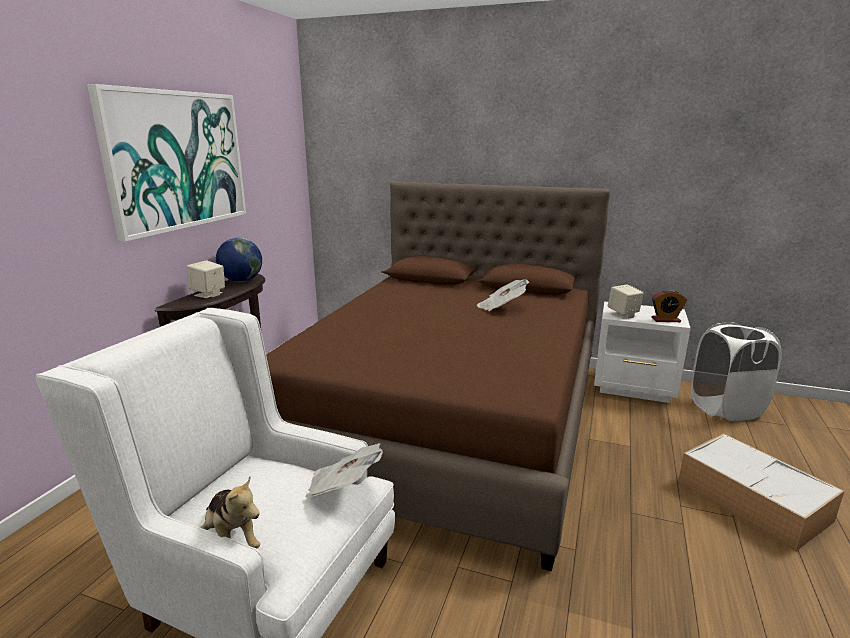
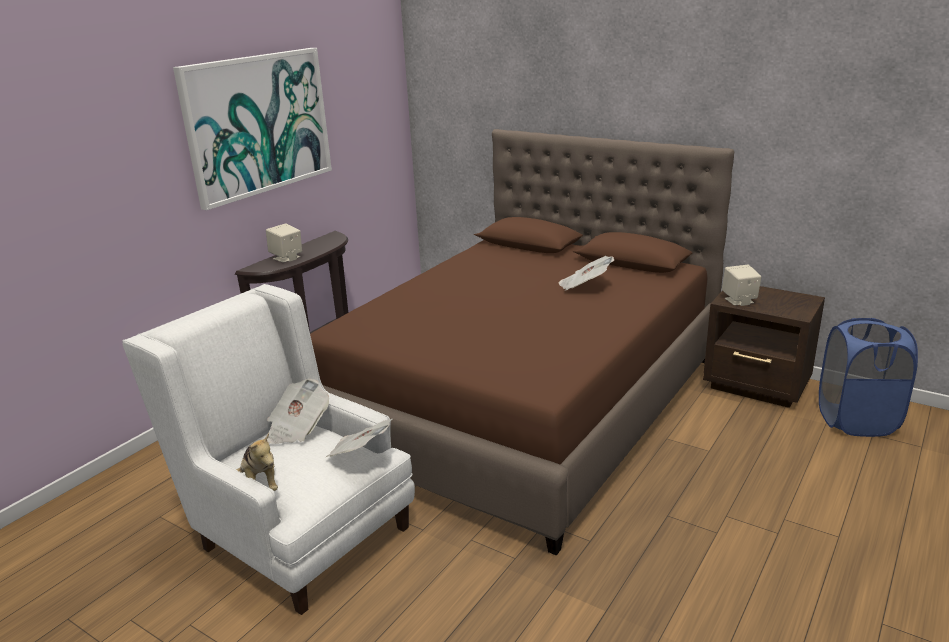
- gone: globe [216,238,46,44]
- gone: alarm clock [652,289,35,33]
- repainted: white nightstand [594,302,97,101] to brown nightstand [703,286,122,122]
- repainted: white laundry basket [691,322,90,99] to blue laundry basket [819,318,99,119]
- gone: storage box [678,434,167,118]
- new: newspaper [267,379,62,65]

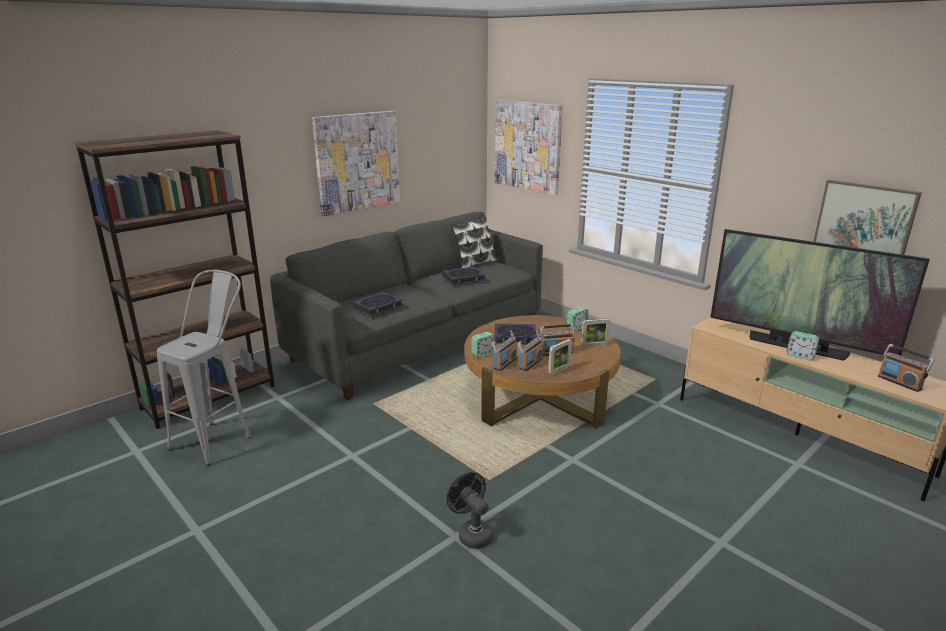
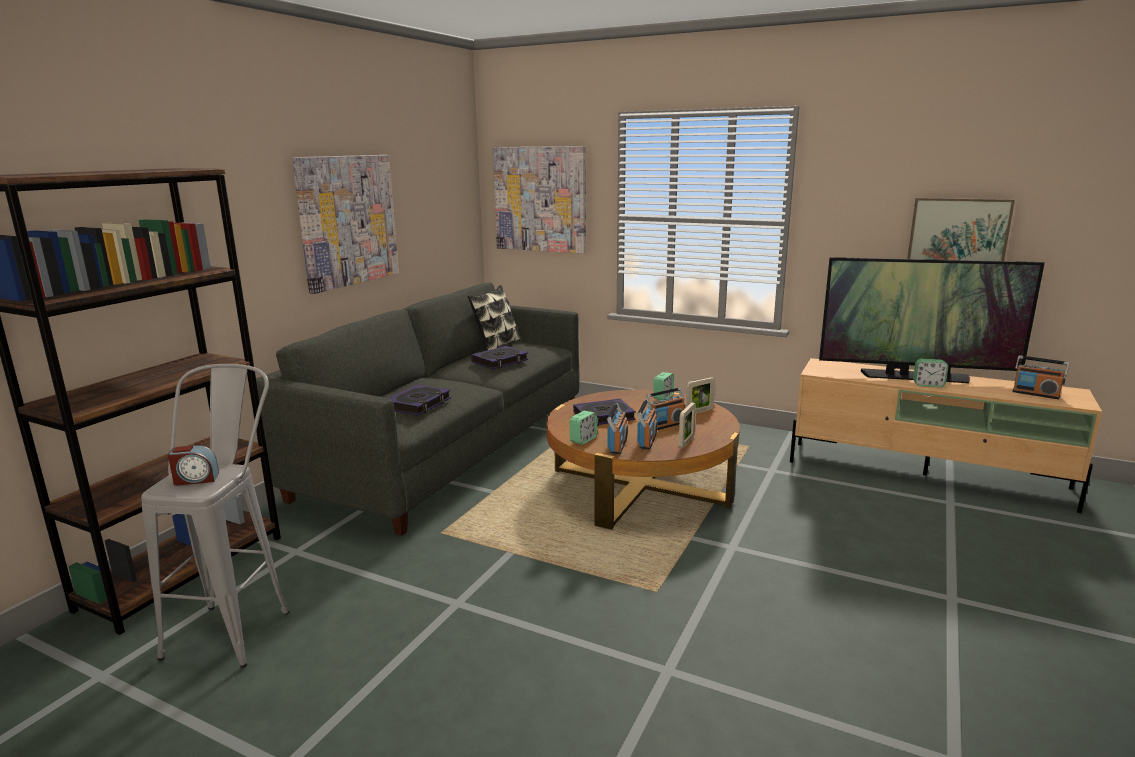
- gone: black fan [447,472,46,77]
- new: alarm clock [168,445,51,40]

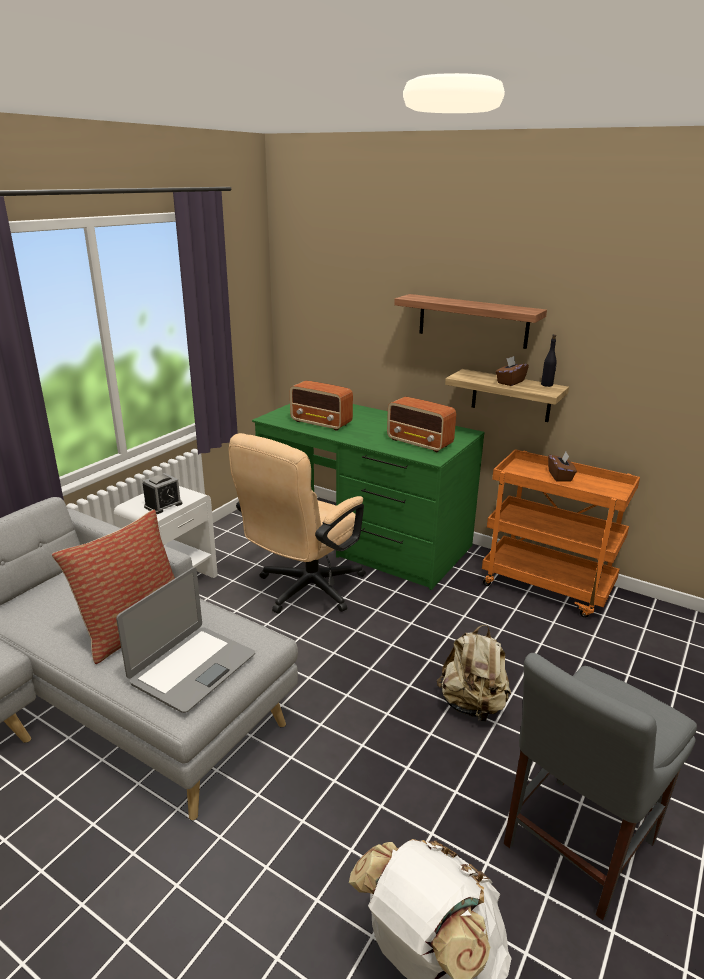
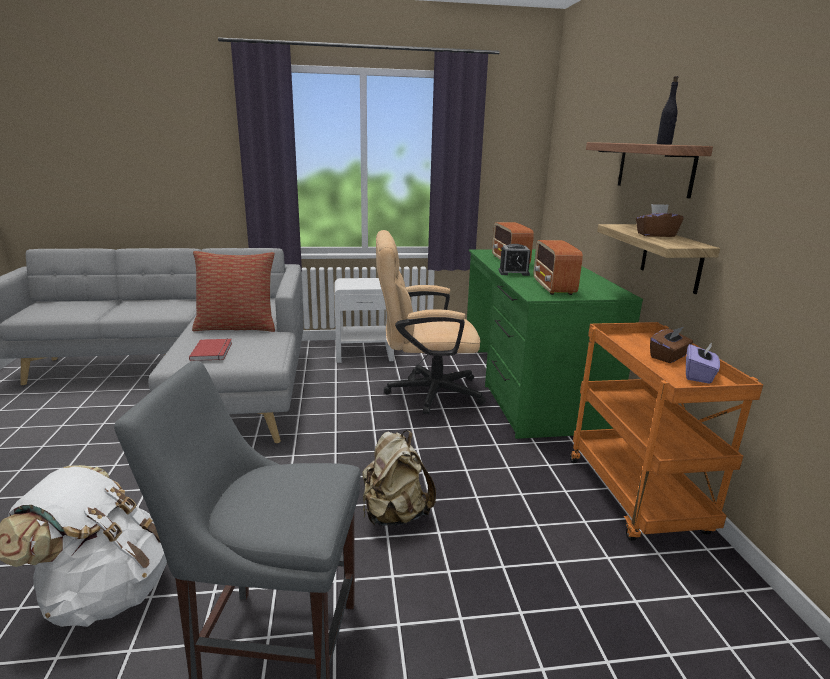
- shifted: black bottle [541,334,16,53] to [657,76,21,69]
- shifted: alarm clock [143,473,39,41] to [499,244,31,32]
- swapped: laptop [116,567,139,146] to red book [189,339,43,22]
- new: purple tissue box [686,342,34,42]

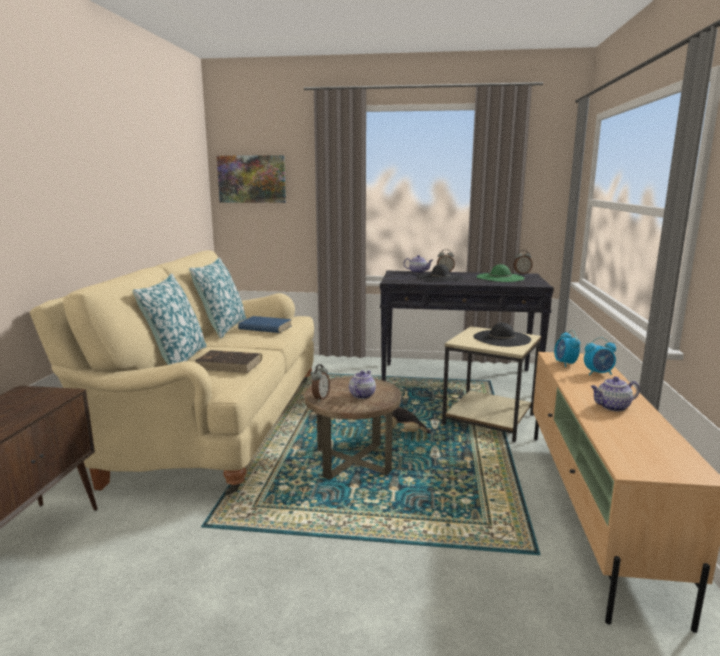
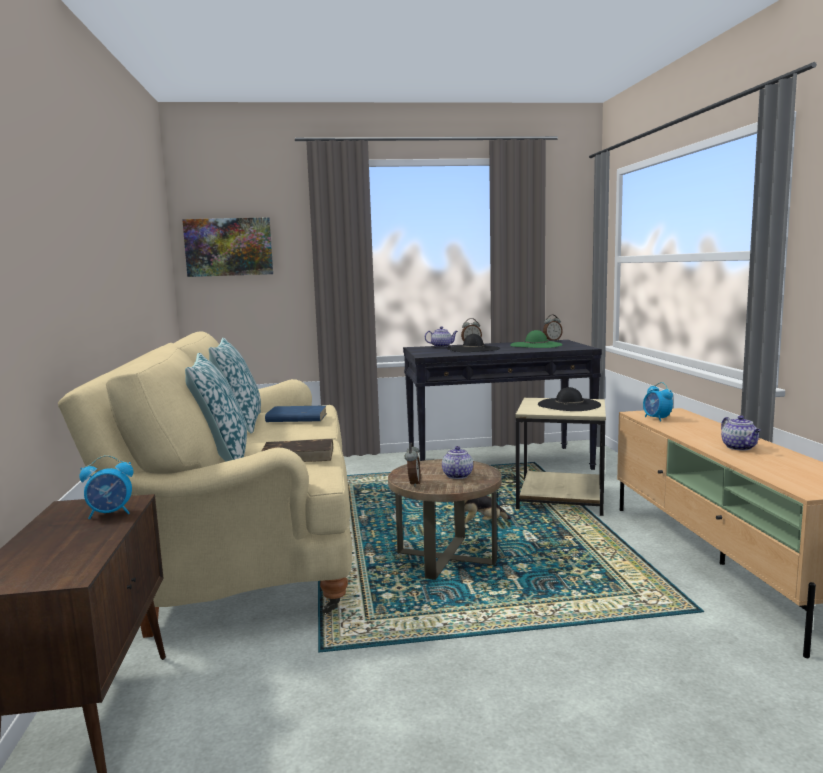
- shifted: alarm clock [584,337,32,39] to [79,455,54,64]
- rotated: teapot [591,377,49,35] = [721,415,40,36] 75 degrees counterclockwise

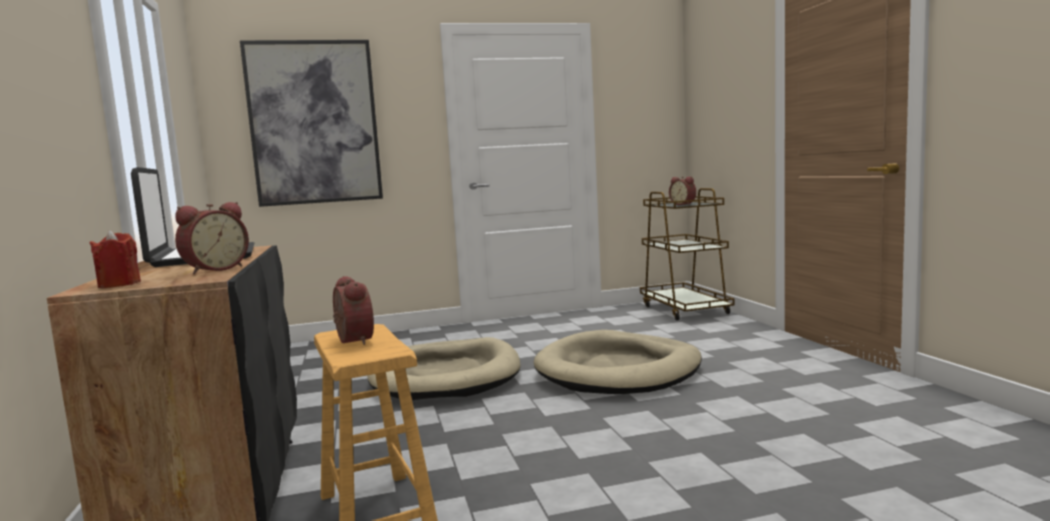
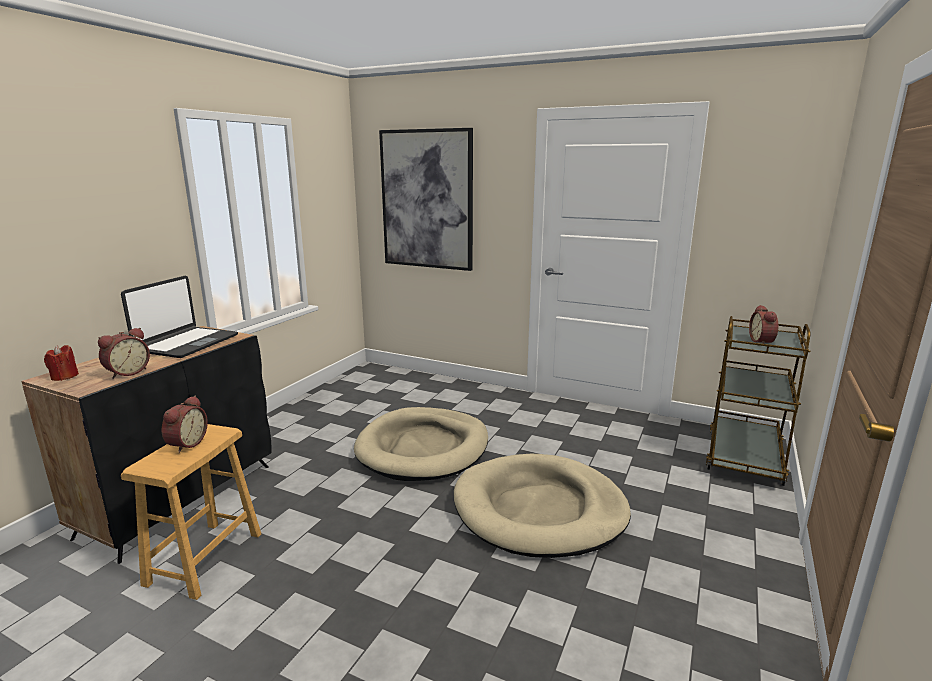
- rotated: alarm clock [175,202,74,72] = [98,328,52,51] 45 degrees counterclockwise

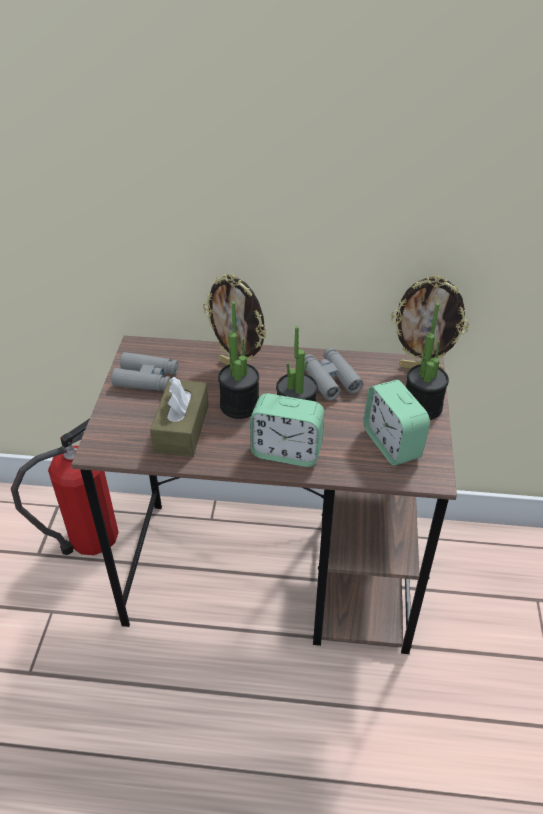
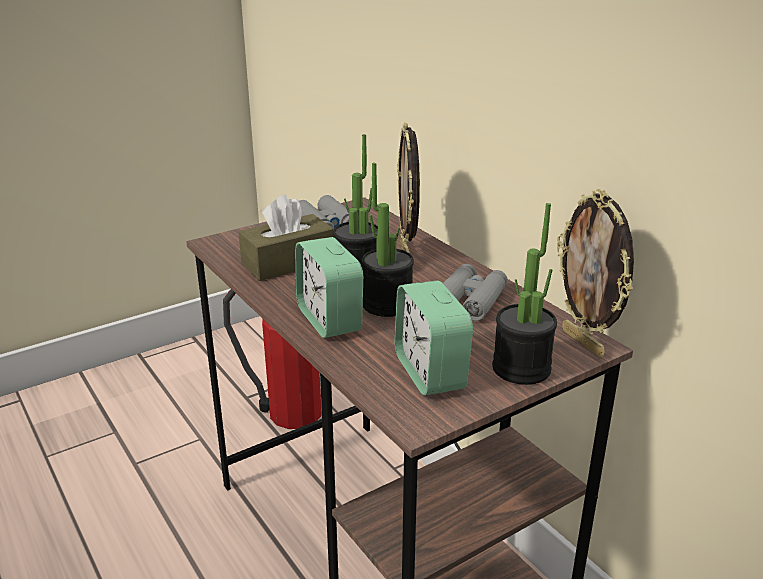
- rotated: alarm clock [363,380,67,86] = [394,281,79,114] 45 degrees counterclockwise

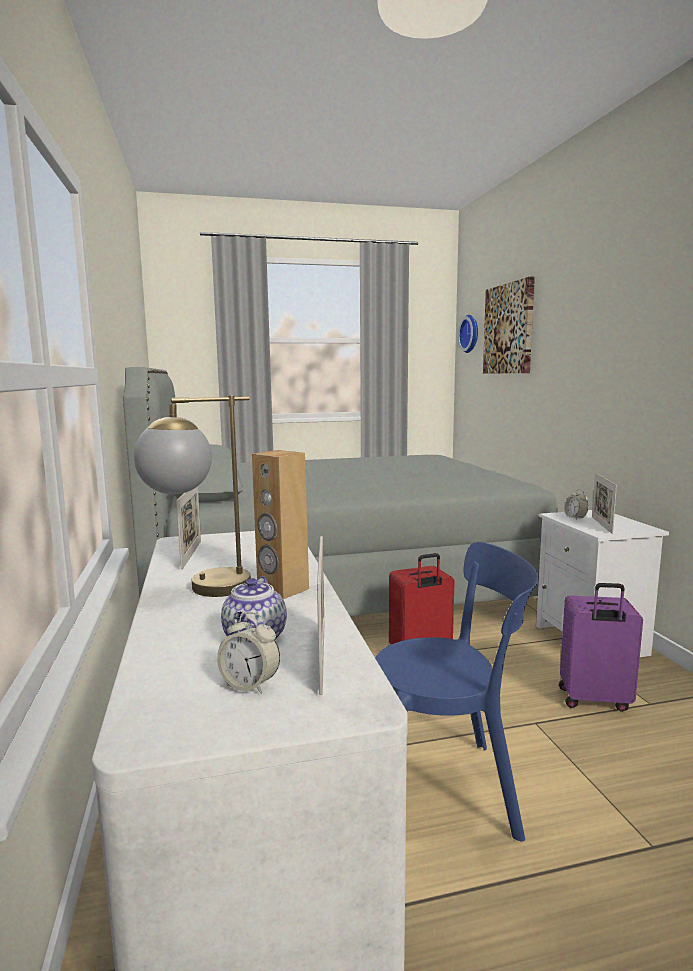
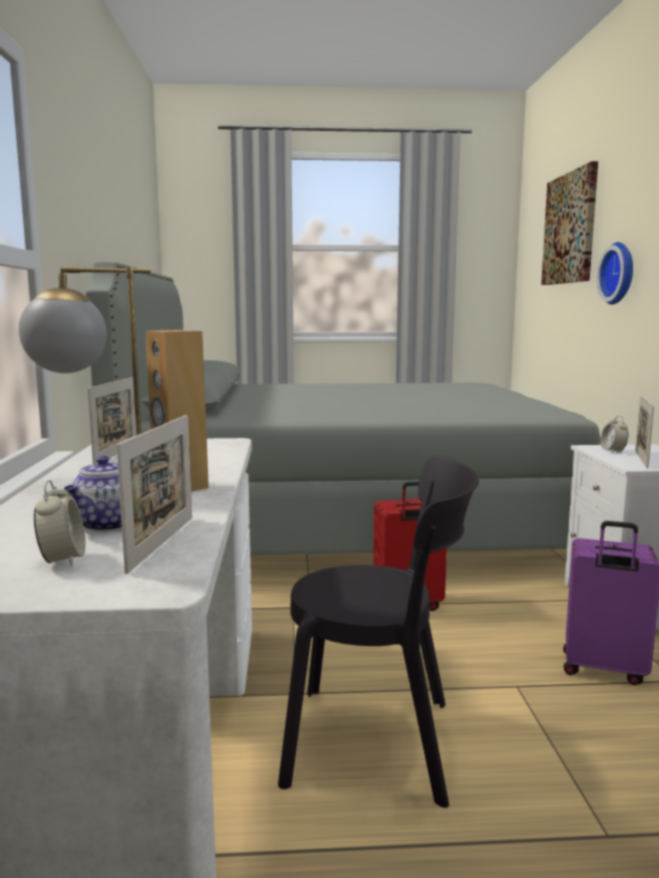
- shifted: wall clock [458,315,20,38] to [597,242,36,63]
- repainted: blue chair [375,542,164,300] to black chair [278,455,201,353]
- rotated: alarm clock [217,612,63,82] = [34,480,52,87] 135 degrees counterclockwise

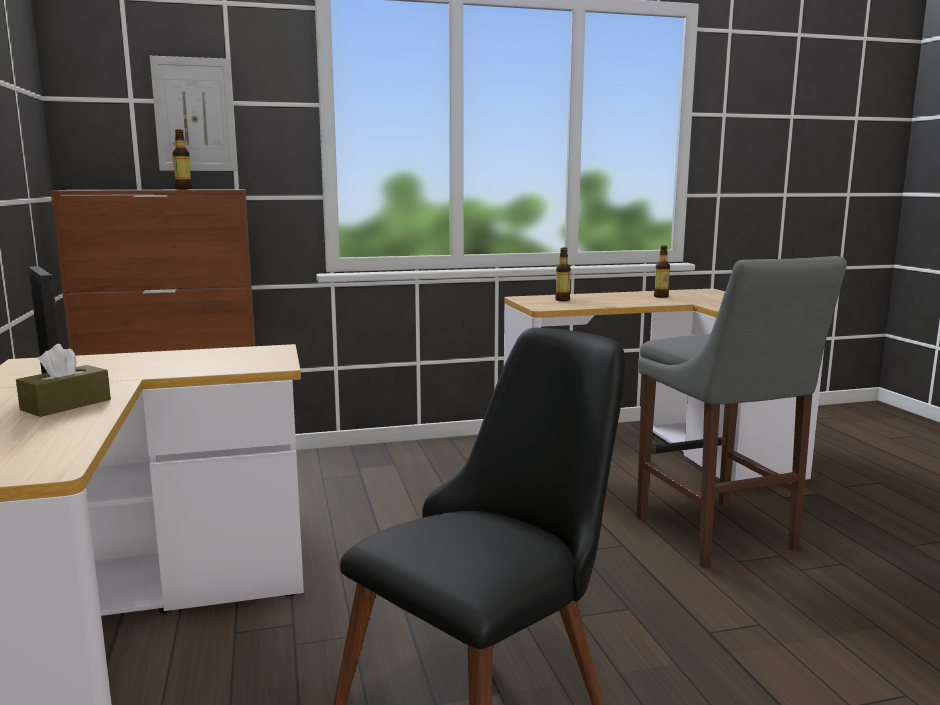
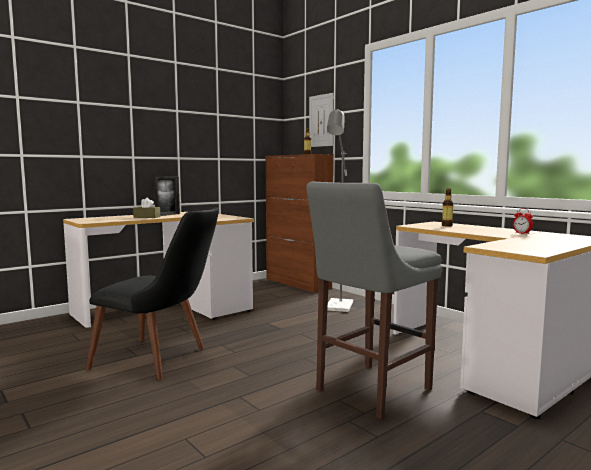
- swapped: bottle [654,245,16,53] to alarm clock [513,208,20,26]
- new: grey floor lamp [327,109,26,203]

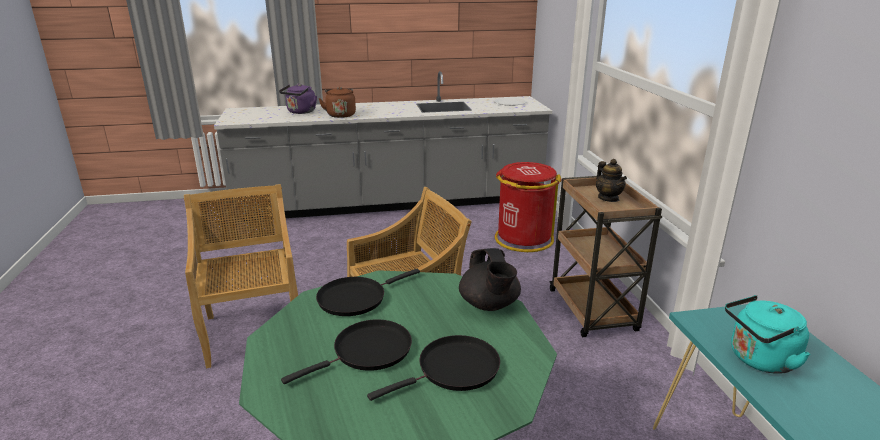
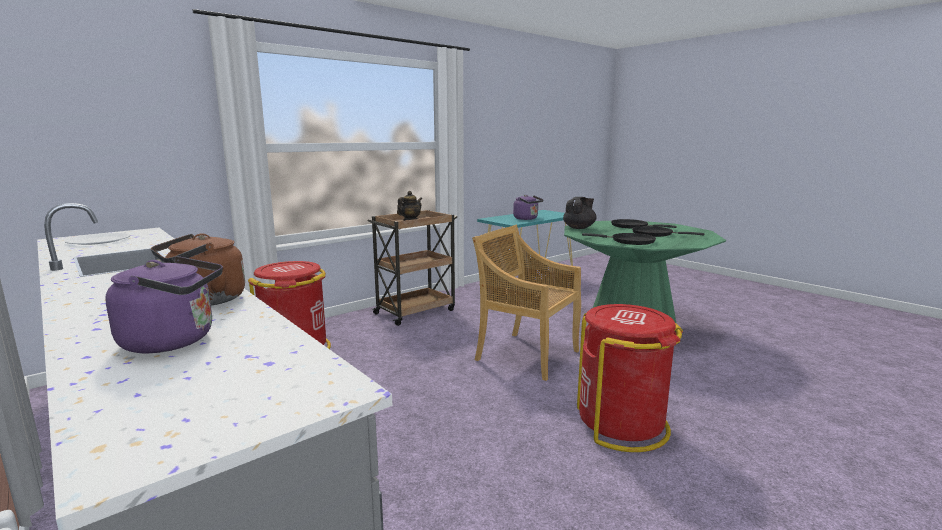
- swapped: beige chair [184,184,114,184] to red trash can [577,304,106,148]
- repainted: turquoise kettle [725,295,85,79] to purple kettle [513,195,30,25]

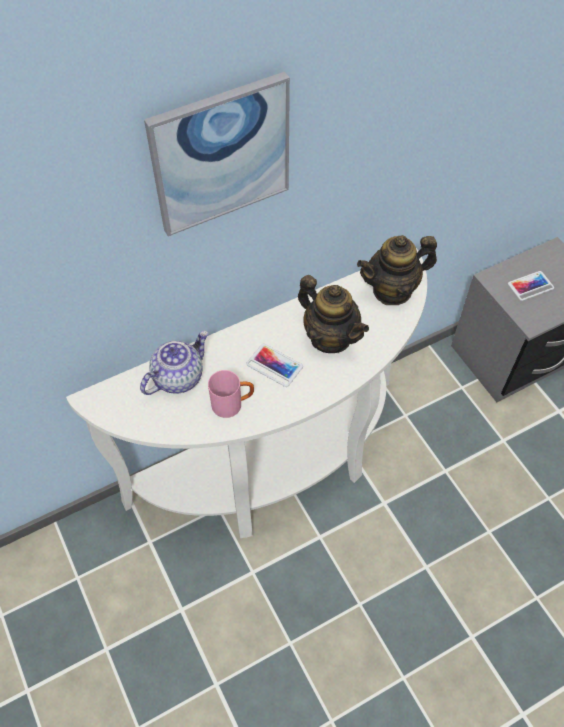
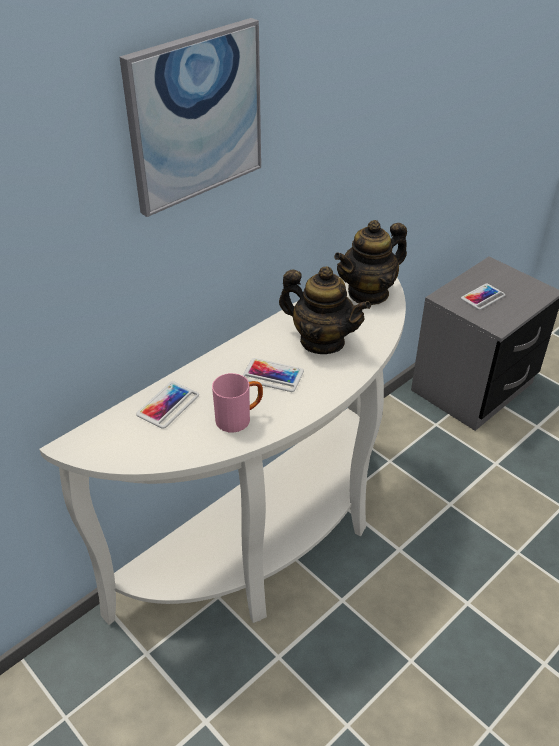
- swapped: teapot [140,331,68,64] to phone [136,381,63,48]

